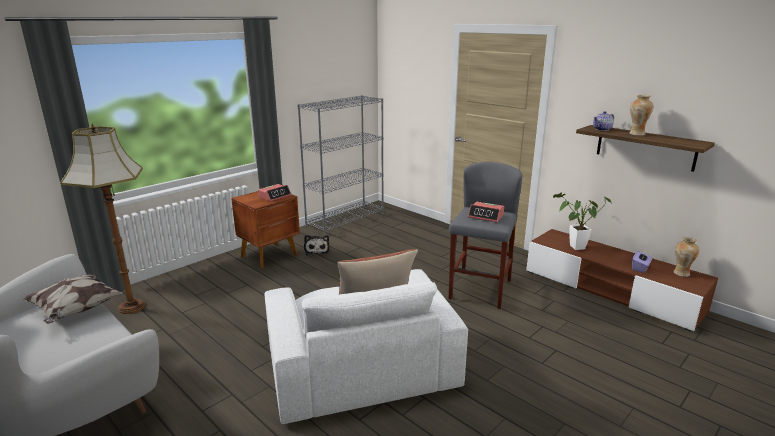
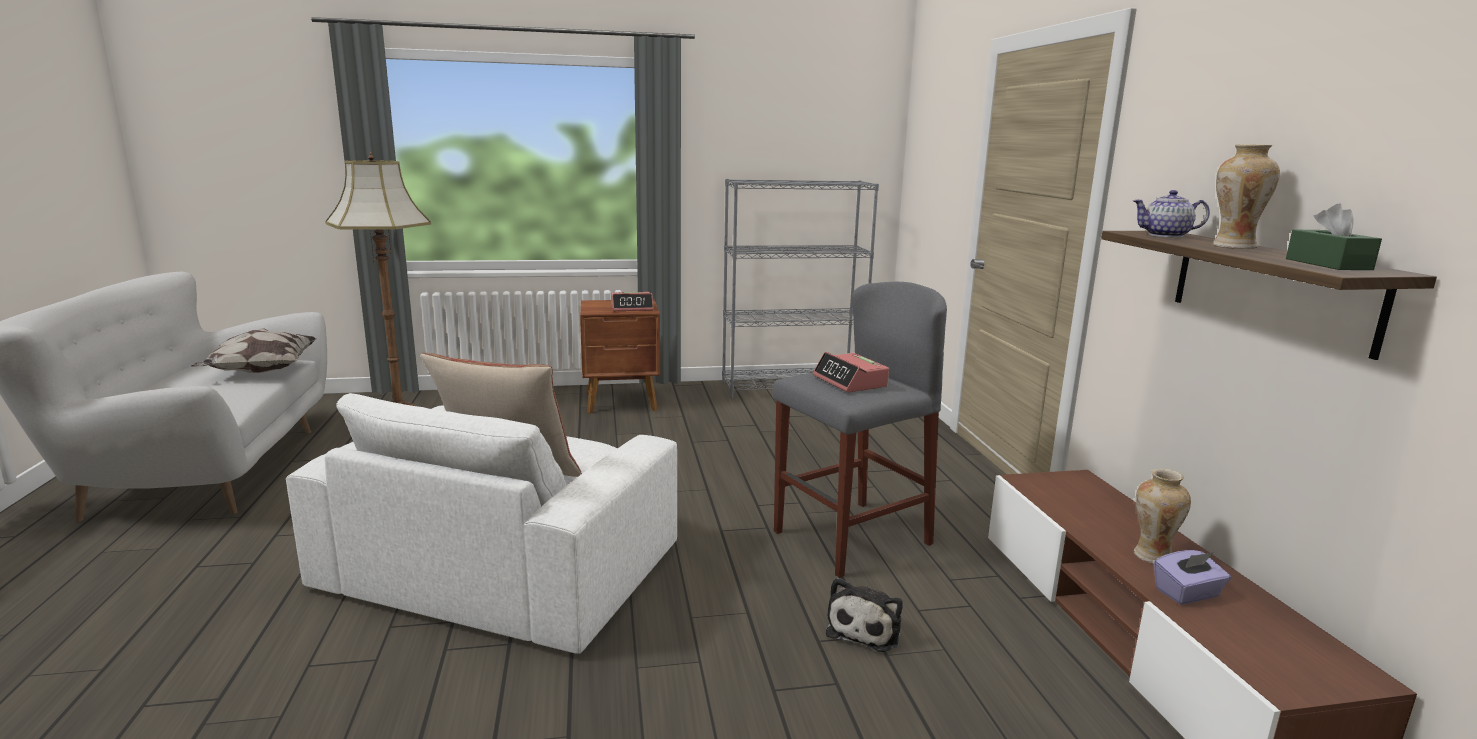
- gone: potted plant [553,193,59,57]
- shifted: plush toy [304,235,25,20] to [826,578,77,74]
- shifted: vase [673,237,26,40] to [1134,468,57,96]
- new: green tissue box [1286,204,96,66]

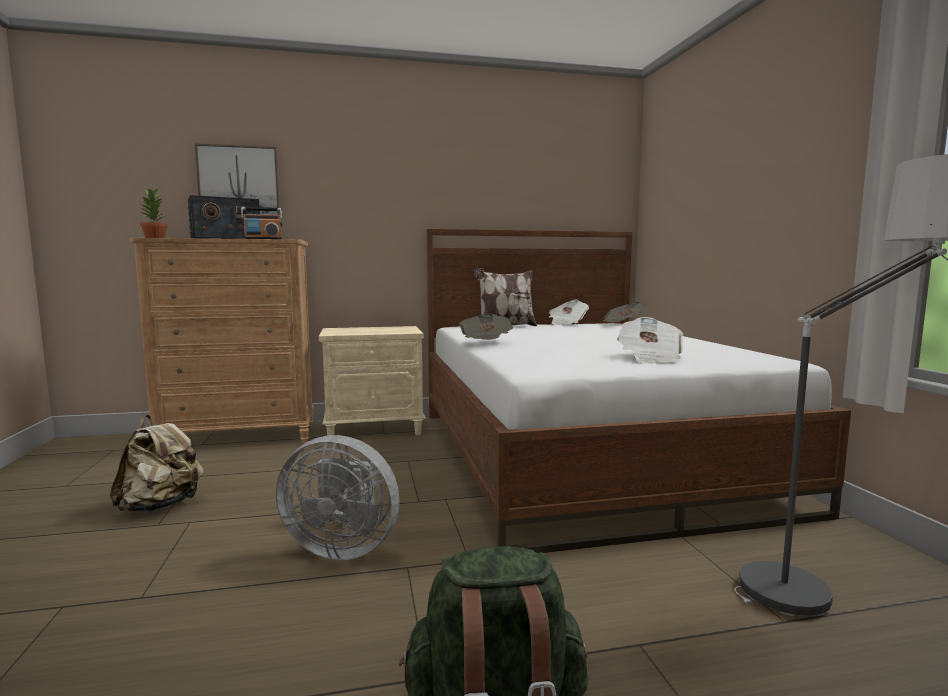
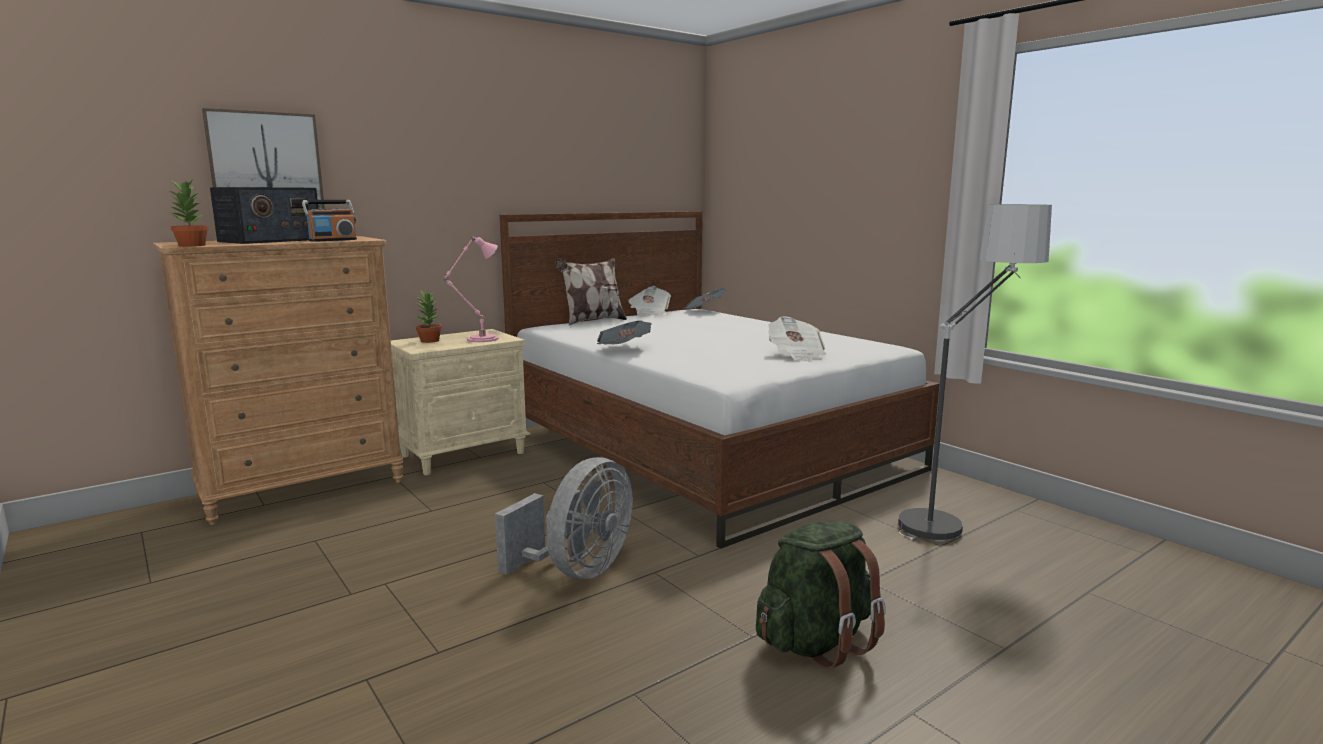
- gone: beige backpack [110,415,94,97]
- rotated: grey fan [276,435,123,125] = [495,457,138,122] 45 degrees counterclockwise
- new: pink table lamp [443,236,56,106]
- new: potted plant [416,289,26,54]

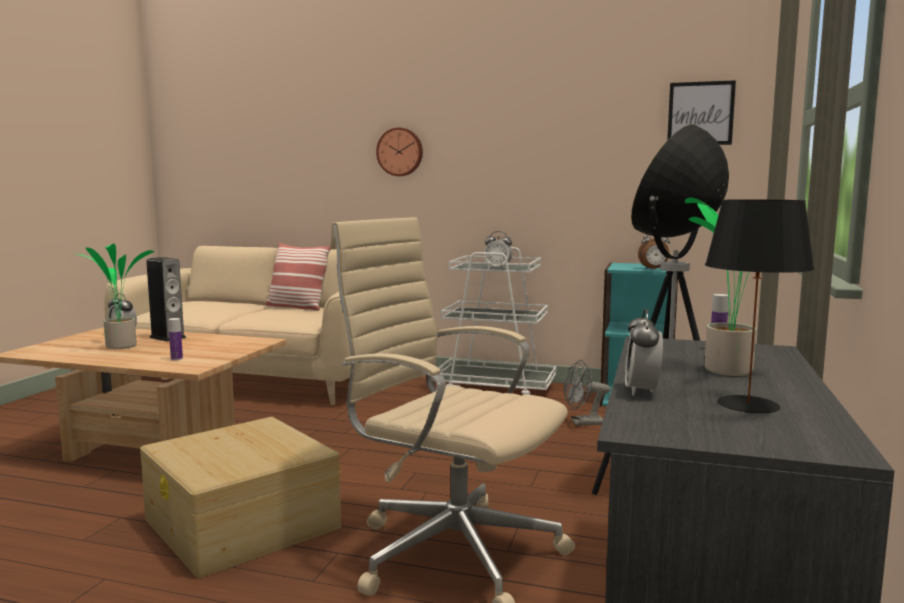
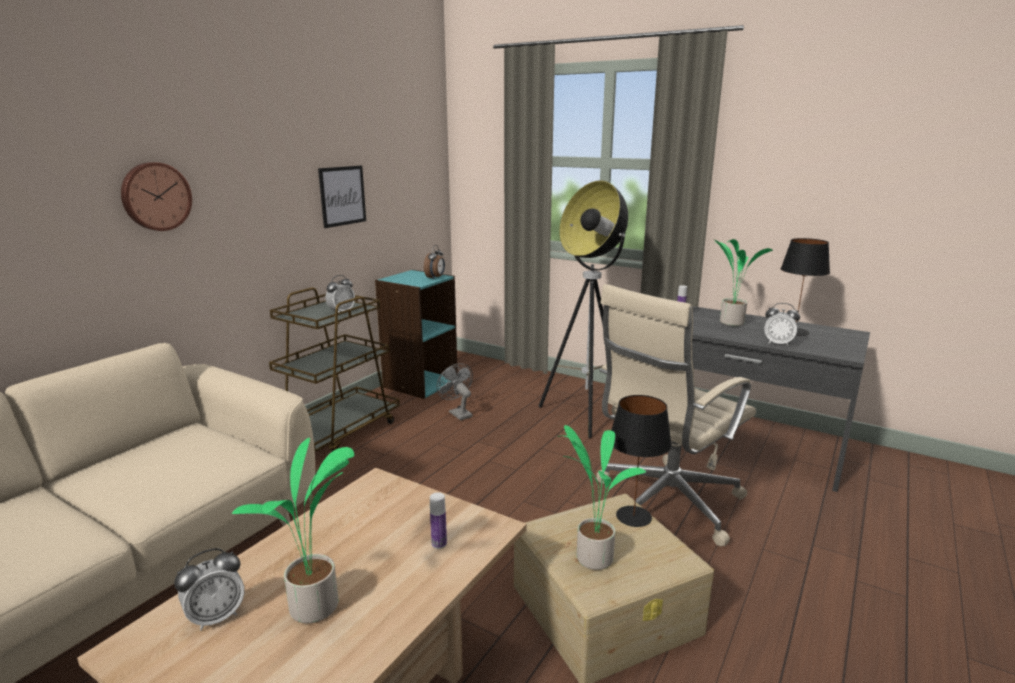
- shifted: picture [667,80,69,65] to [318,166,48,62]
- gone: pillow [266,243,65,68]
- repainted: white cart [433,247,123,148] to brown cart [269,287,131,165]
- gone: speaker [146,257,40,85]
- rotated: grey fan [564,360,46,66] = [436,363,37,57] 135 degrees clockwise
- new: black table lamp [611,395,61,132]
- new: potted plant [557,425,89,145]

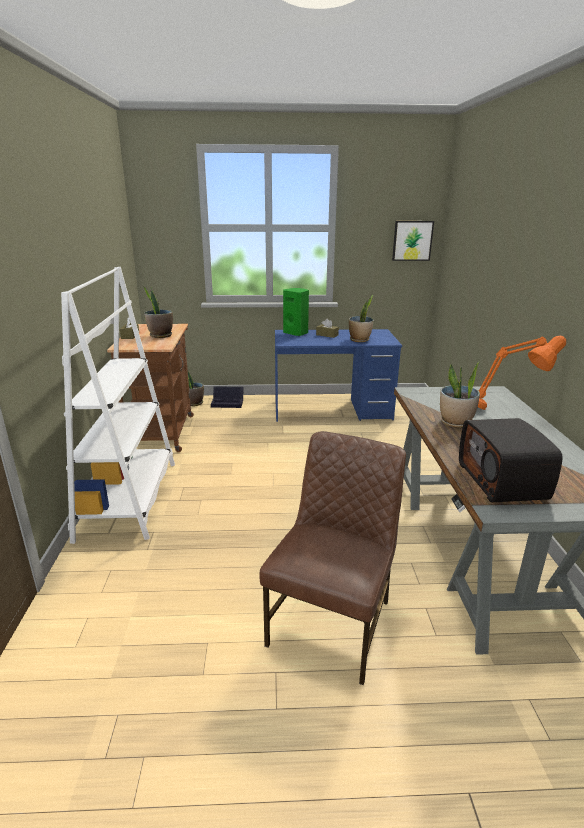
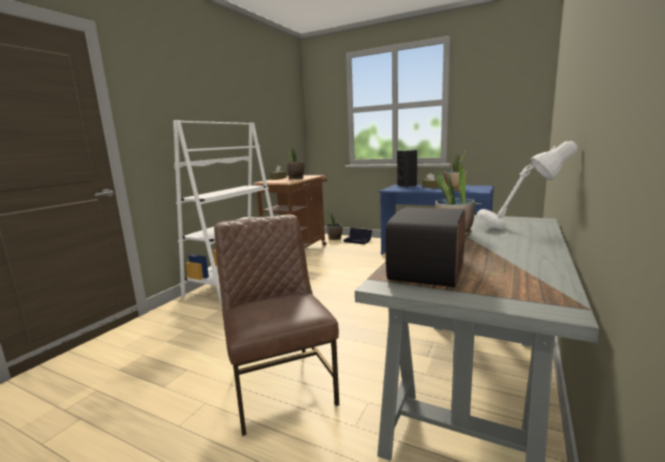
- gone: picture [392,221,42,40]
- repainted: green speaker [283,288,26,48] to black speaker [397,150,20,37]
- repainted: orange table lamp [478,336,88,74] to grey table lamp [477,141,100,88]
- rotated: brown chair [259,431,147,254] = [214,215,125,221] 75 degrees counterclockwise

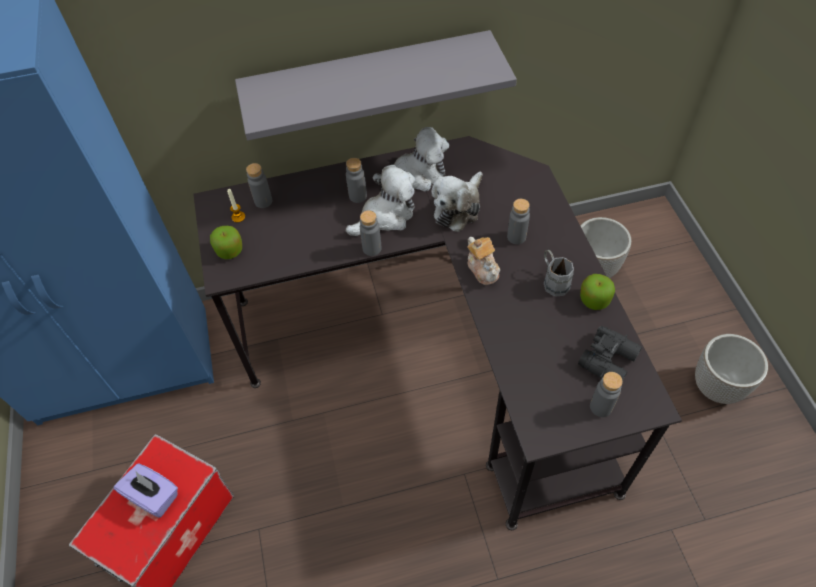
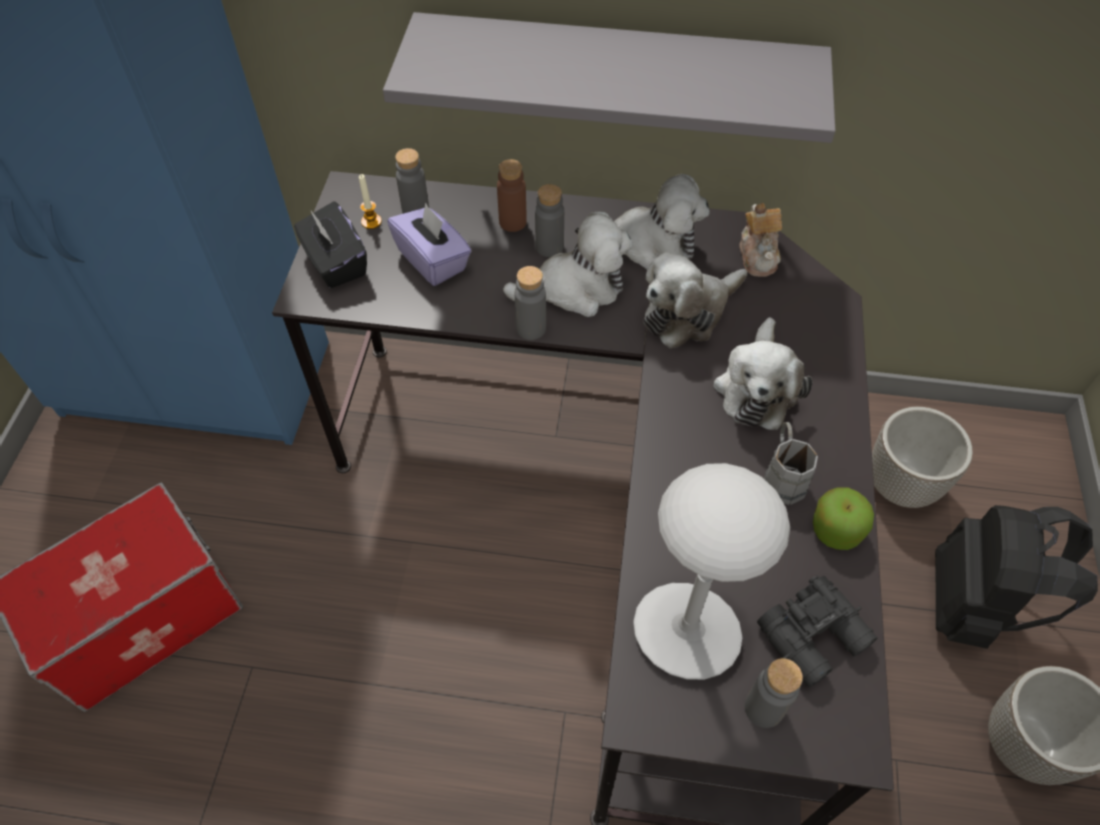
- swapped: grey bottle [507,199,23,46] to plush toy [713,317,100,113]
- swapped: apple [210,226,32,33] to black tissue box [294,201,73,87]
- shifted: teapot [467,237,33,48] to [739,203,43,74]
- shifted: purple tissue box [114,464,64,54] to [387,202,84,84]
- new: brown bottle [497,159,30,73]
- new: grey table lamp [633,463,157,217]
- new: black backpack [935,505,163,144]

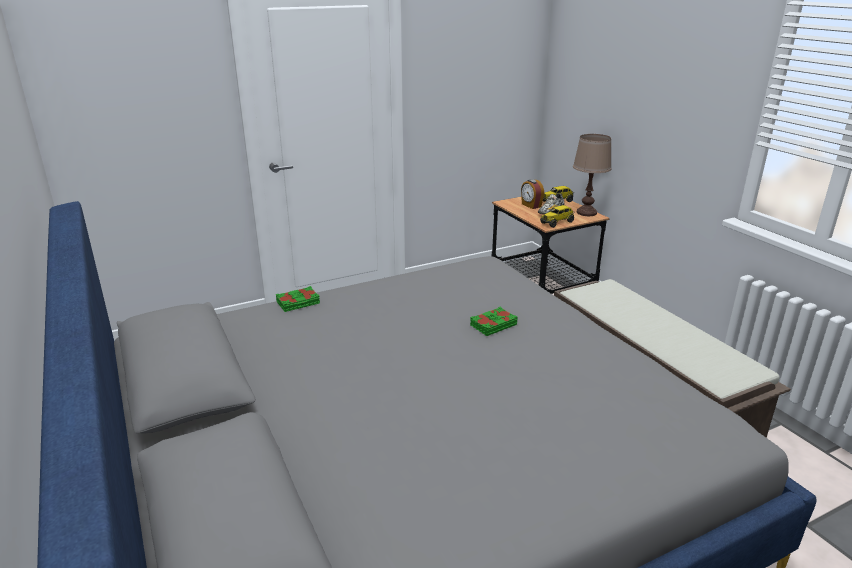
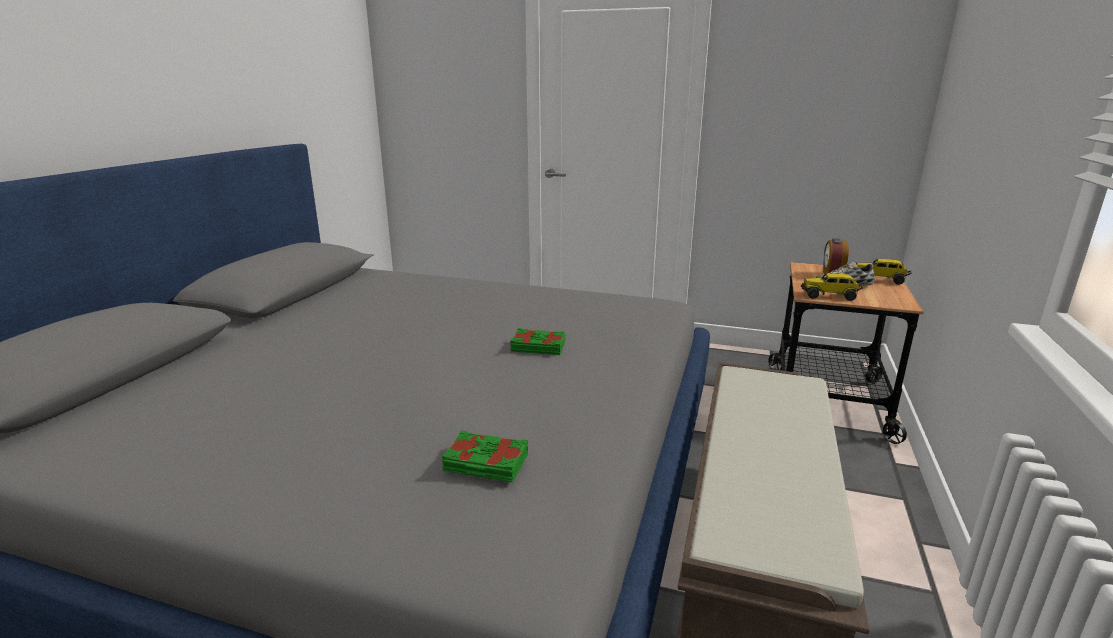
- gone: brown table lamp [573,134,38,82]
- shifted: green book [276,286,44,26] to [442,430,86,52]

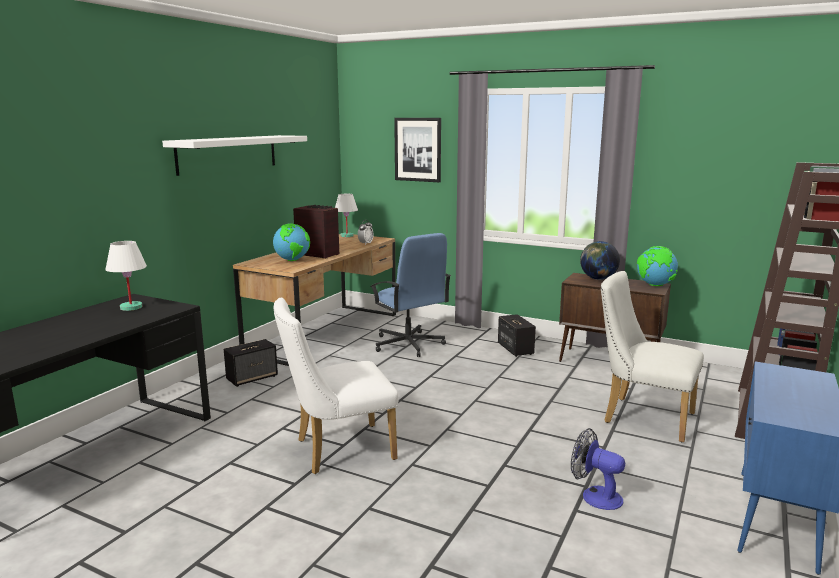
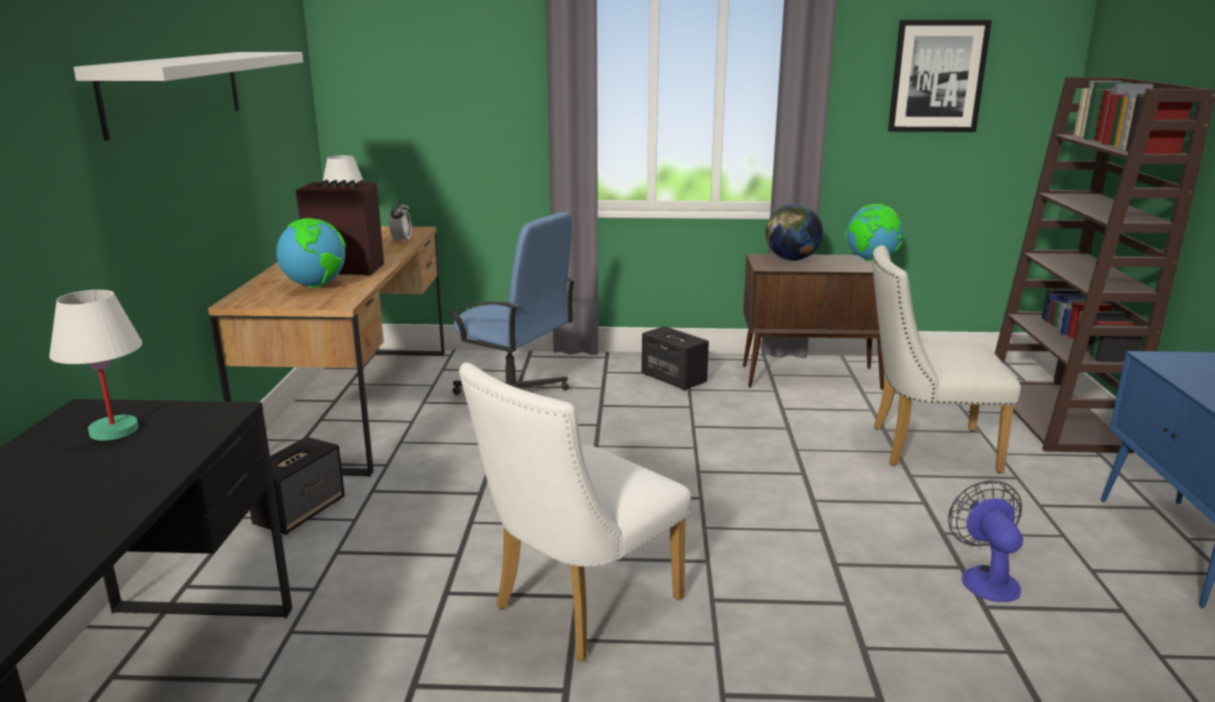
- shifted: picture [394,118,47,64] to [888,20,104,112]
- rotated: fan [571,428,54,82] = [948,480,75,122] 75 degrees clockwise

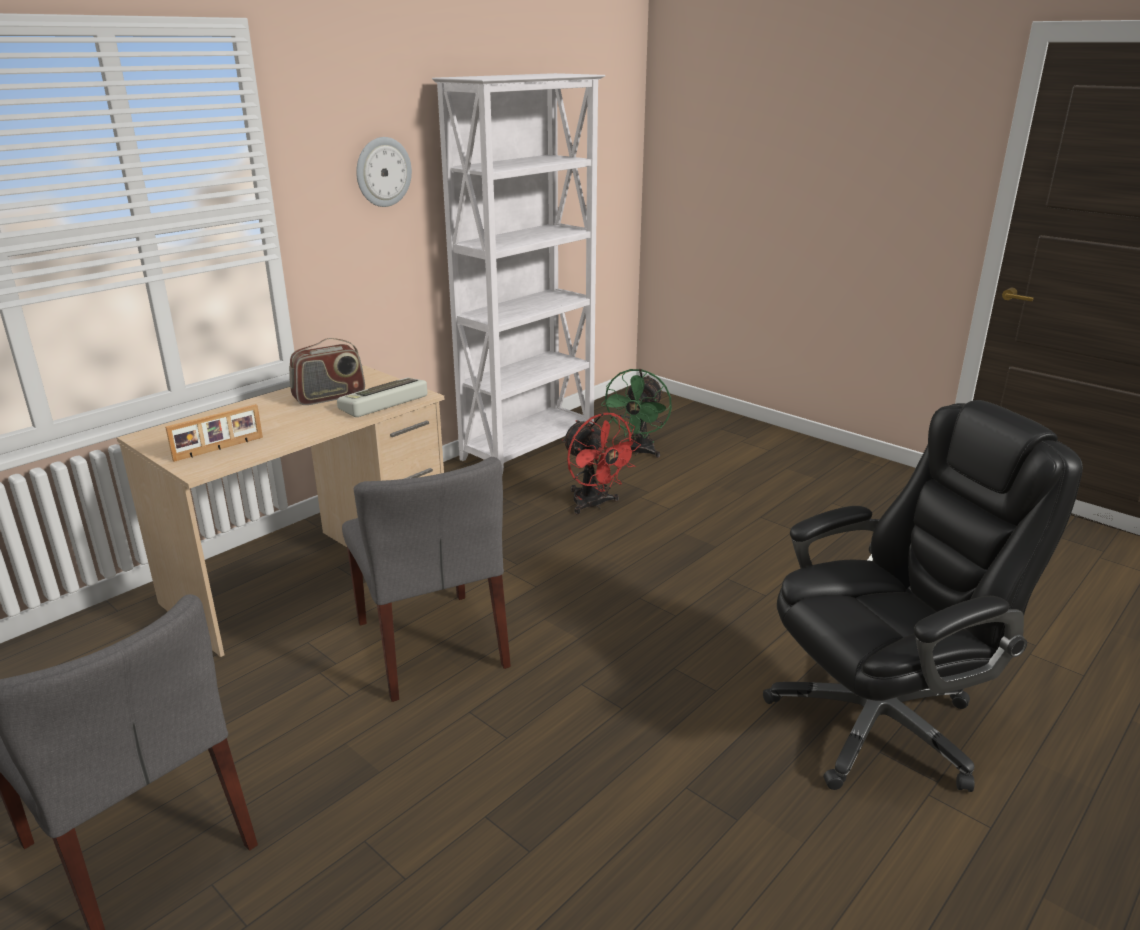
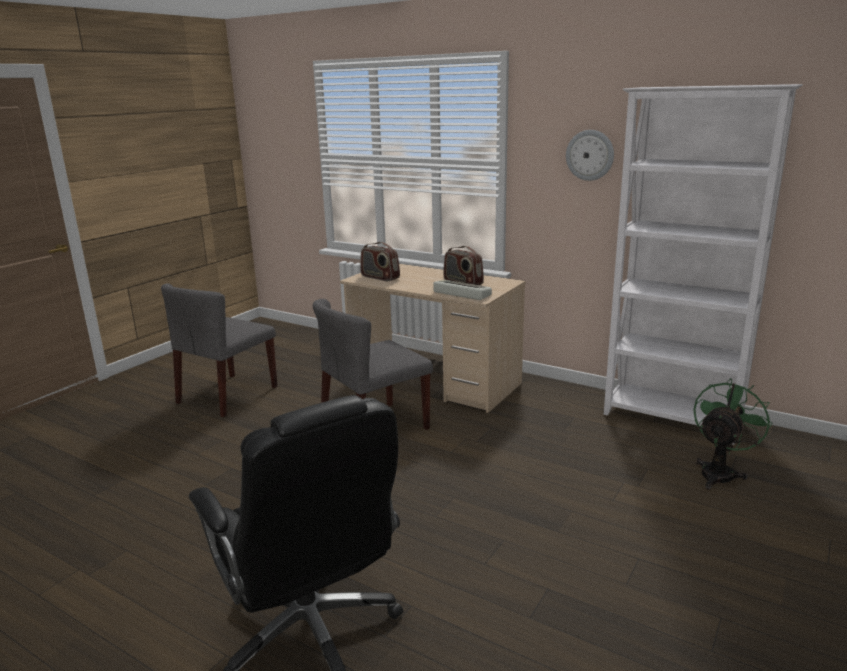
- rotated: green fan [601,369,71,89] = [693,378,80,112] 120 degrees clockwise
- swapped: picture frame [165,404,98,58] to radio [360,242,40,39]
- gone: red fan [562,413,79,101]

